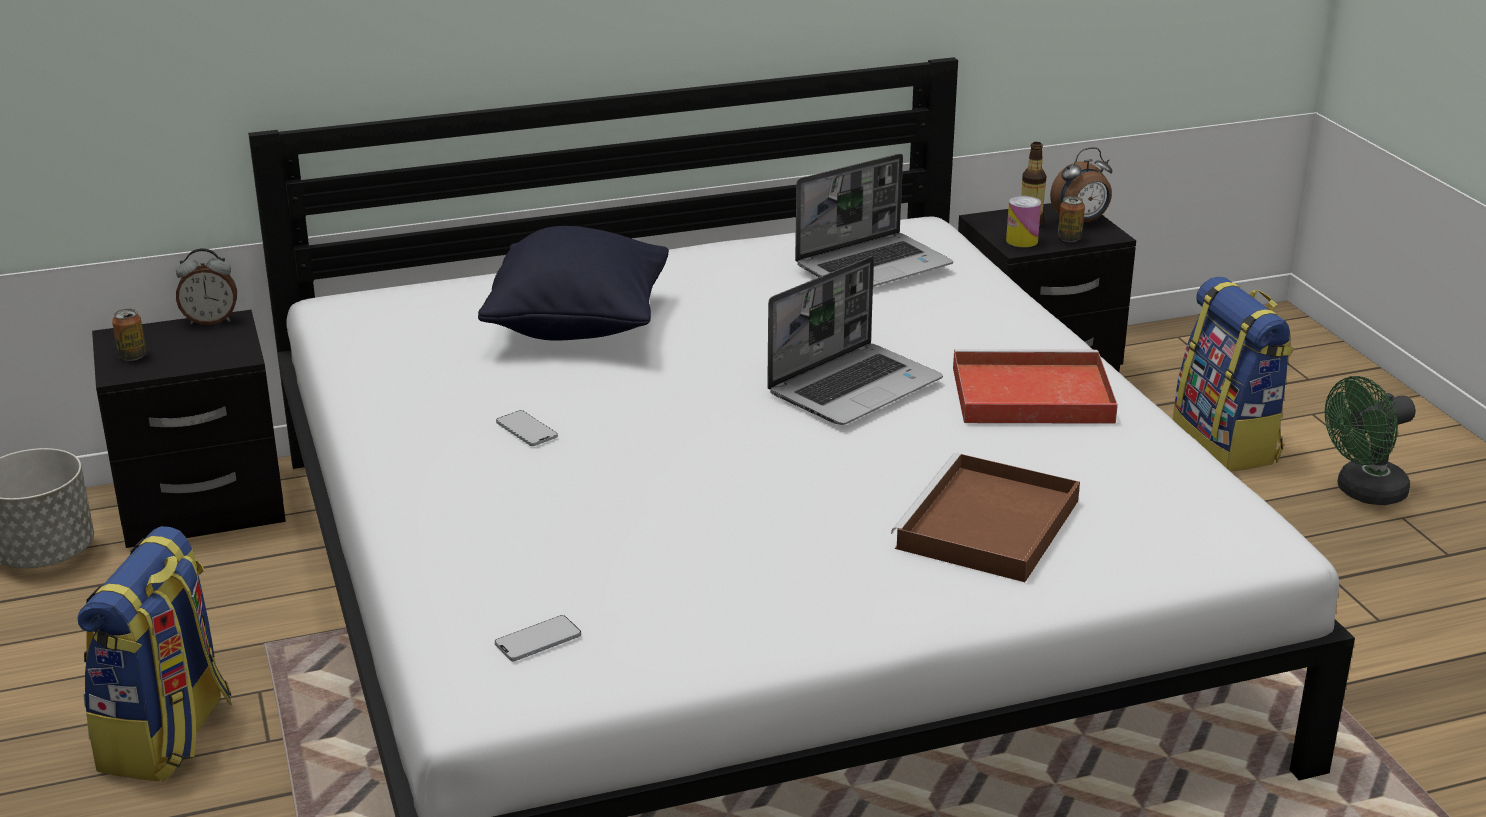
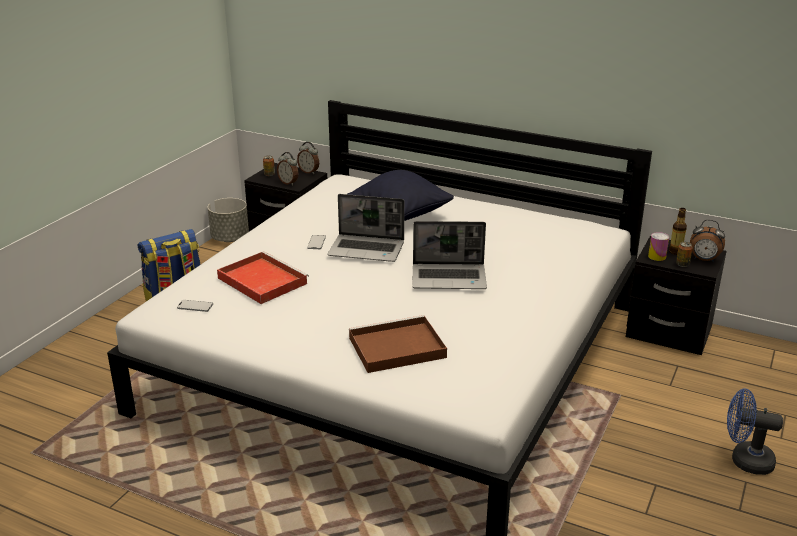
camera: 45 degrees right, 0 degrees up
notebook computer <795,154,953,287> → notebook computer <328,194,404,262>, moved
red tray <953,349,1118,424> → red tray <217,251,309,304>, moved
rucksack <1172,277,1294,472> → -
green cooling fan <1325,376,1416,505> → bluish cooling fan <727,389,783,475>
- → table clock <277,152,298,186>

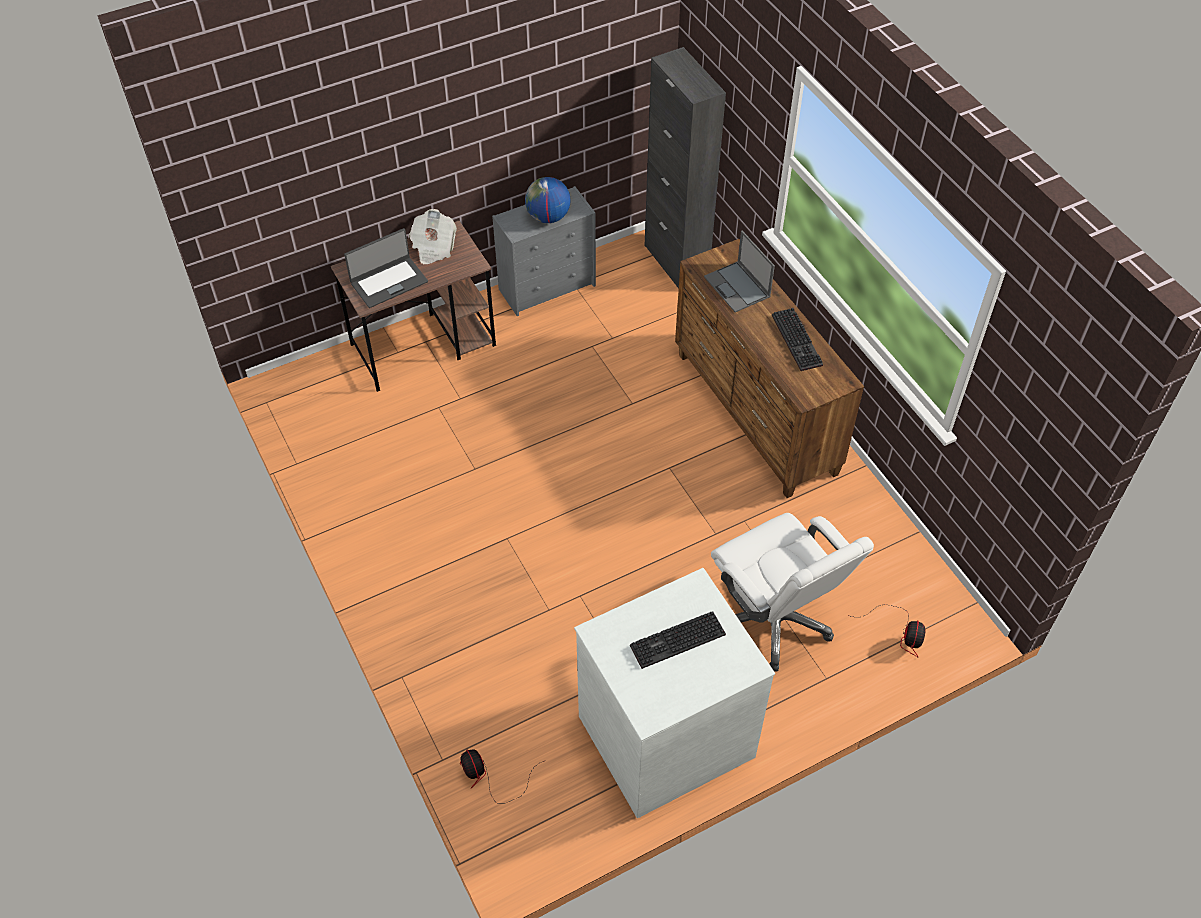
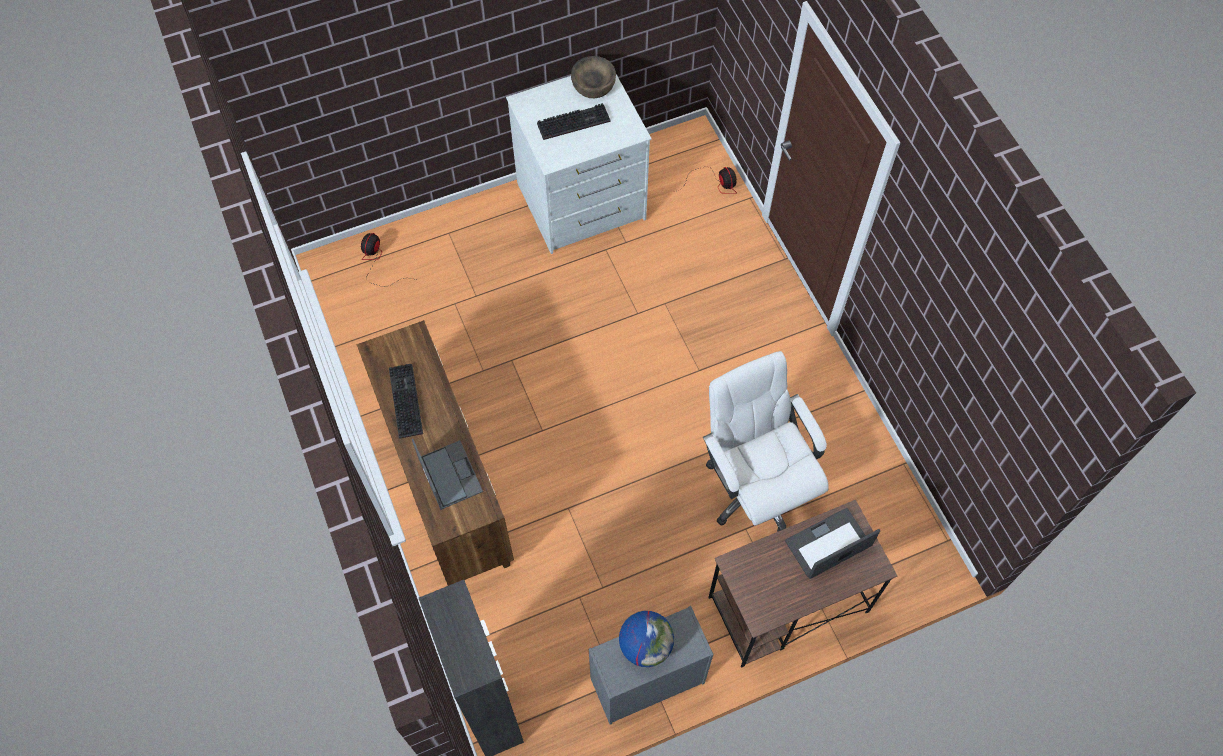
camera: 175 degrees left, 10 degrees up
daily paper <409,209,457,264> → -
whitish desk chair <711,513,874,672> → whitish desk chair <703,351,829,532>, moved
- → brownish deep dish <571,56,616,98>

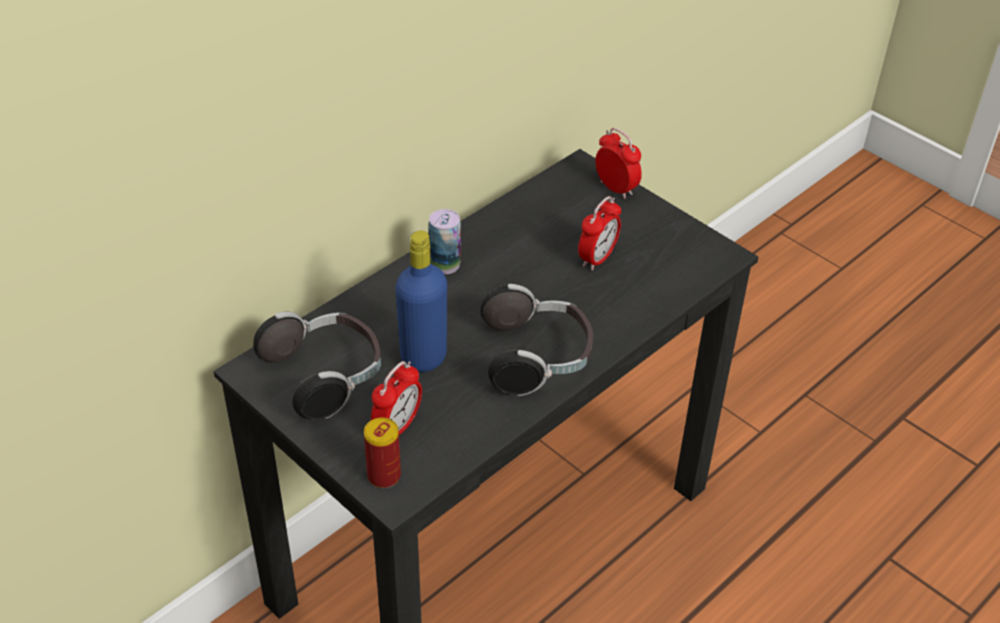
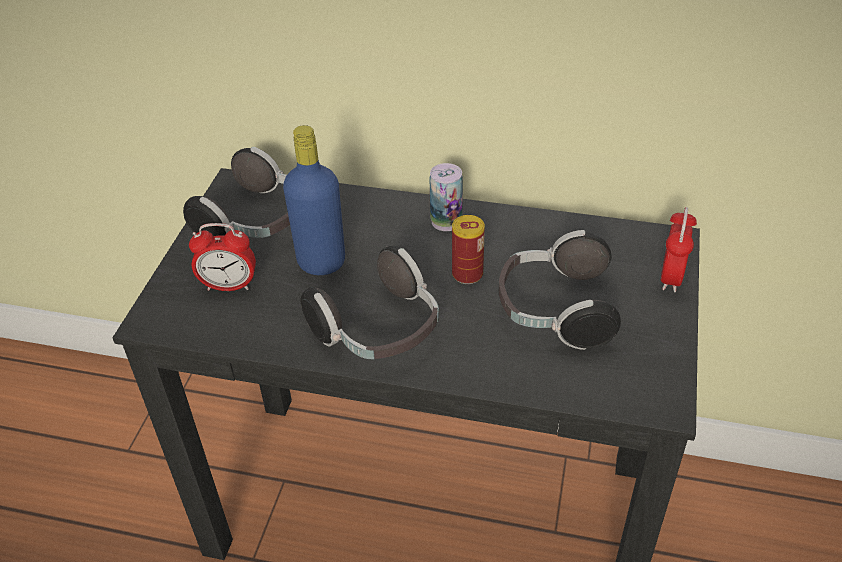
camera: 60 degrees right, 0 degrees up
can <364,418,401,488> → can <452,215,485,284>, moved
table clock <578,196,621,271> → pair of headphones <499,230,621,350>

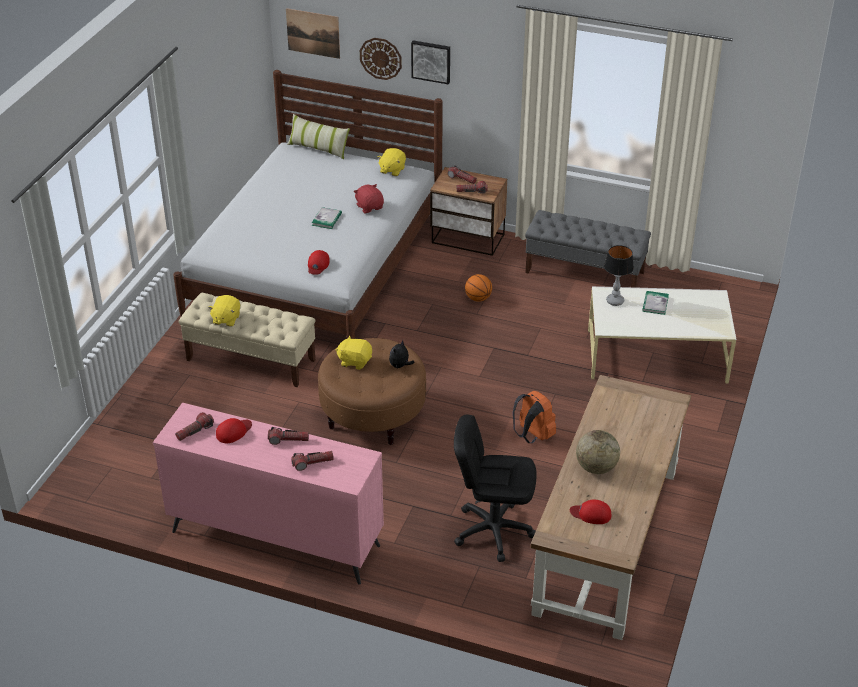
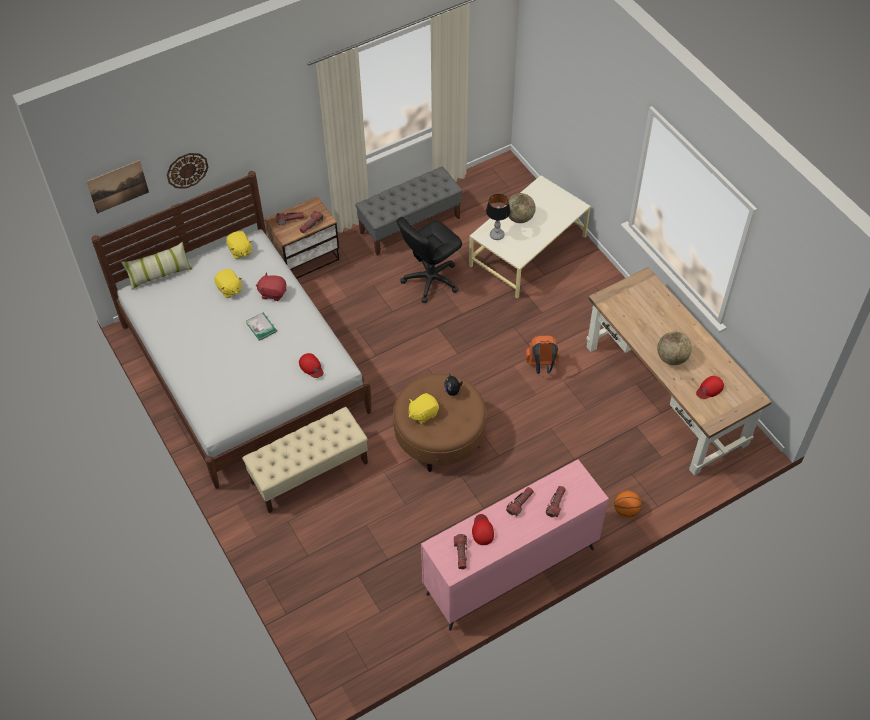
camera: 50 degrees left, 15 degrees up
yellow-coloured soft toy <208,295,240,326> → yellow-coloured soft toy <214,269,242,298>, moved
wall art <411,40,450,84> → -
black desk chair <454,414,537,562> → black desk chair <396,217,462,303>, moved
ball for basketball <465,274,492,302> → ball for basketball <614,490,641,518>, moved
volume <642,291,669,315> → world globe <508,193,536,223>

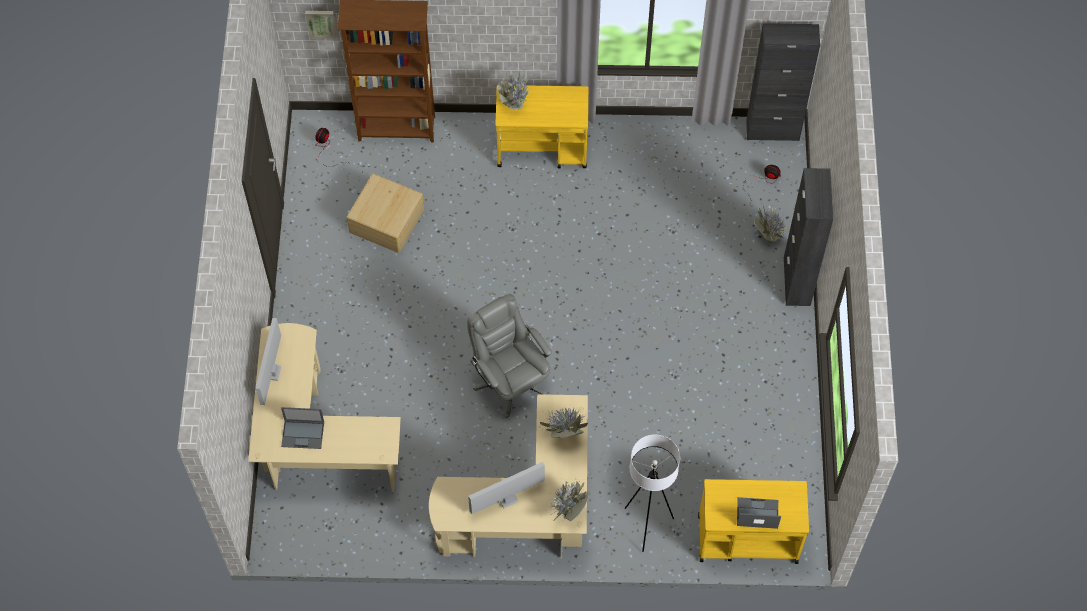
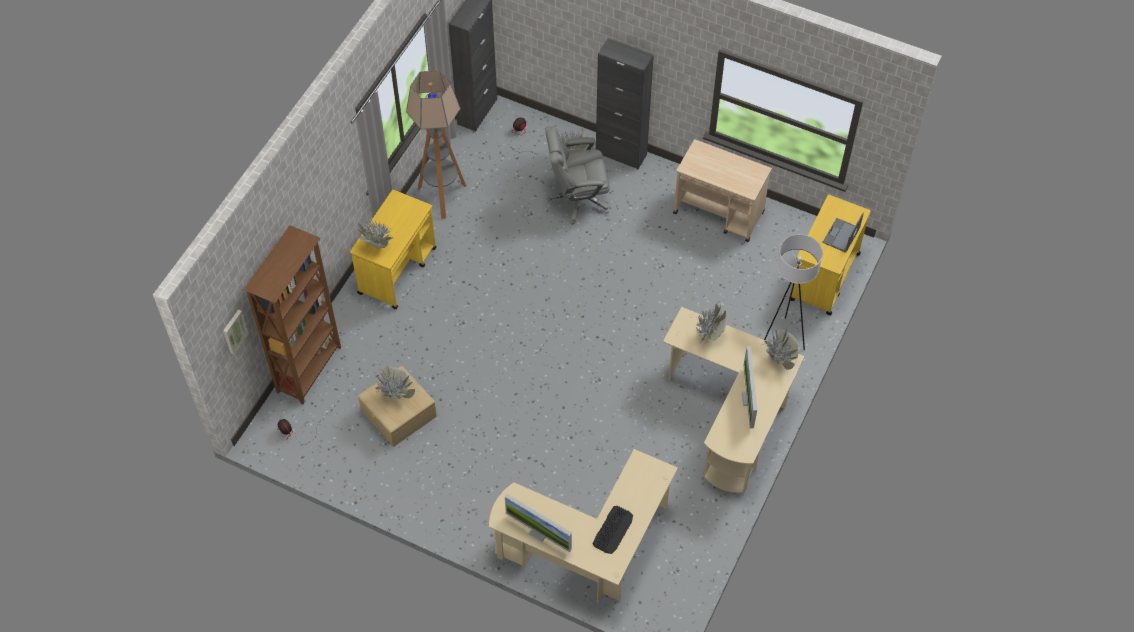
camera: 65 degrees left, 5 degrees down
notebook computer <281,407,324,449> → PC keyboard <592,506,633,554>
grey desk chair <467,293,552,418> → grey desk chair <545,127,610,225>, moved
- → plant in a pot <375,366,415,421>
- → standing lamp <406,70,466,219>
- → sand-coloured cart <673,139,772,242>

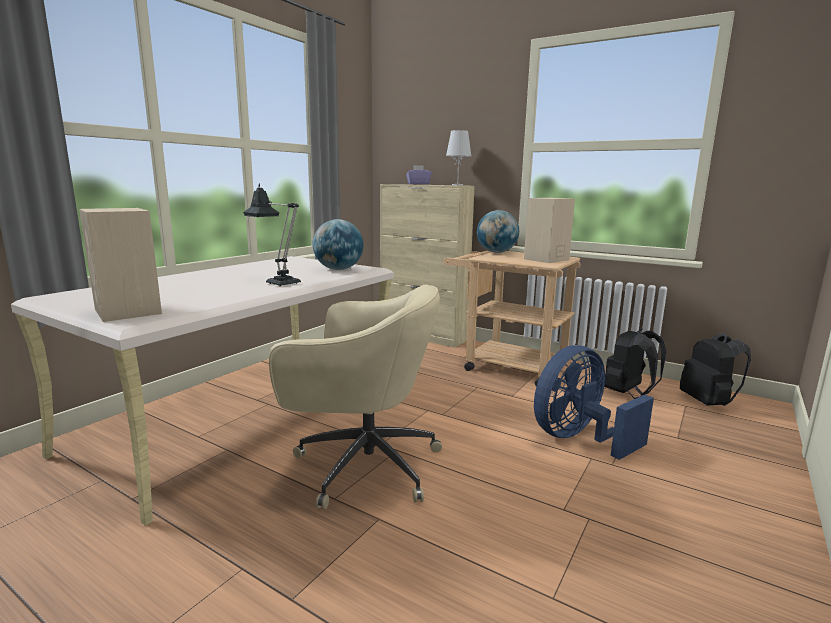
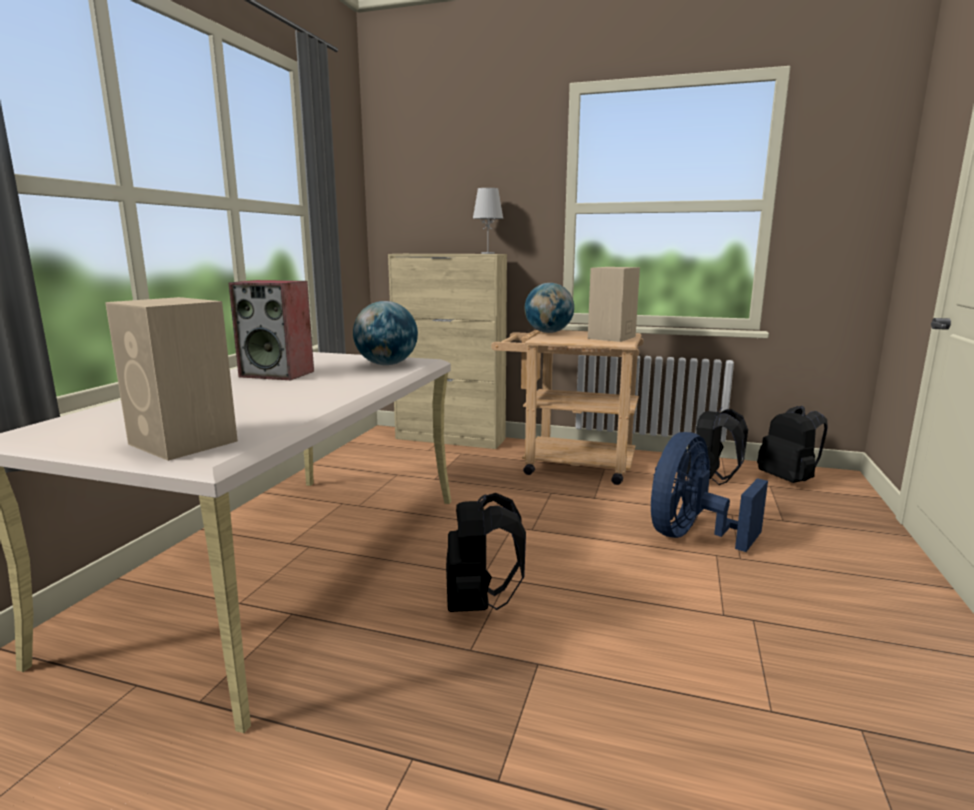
camera: 15 degrees left, 0 degrees up
table lamp <243,184,301,286> → -
sand-coloured desk chair <269,285,442,509> → black rucksack <446,493,526,612>
purplish tissue holder <406,165,432,185> → -
- → audio speaker <228,280,314,380>

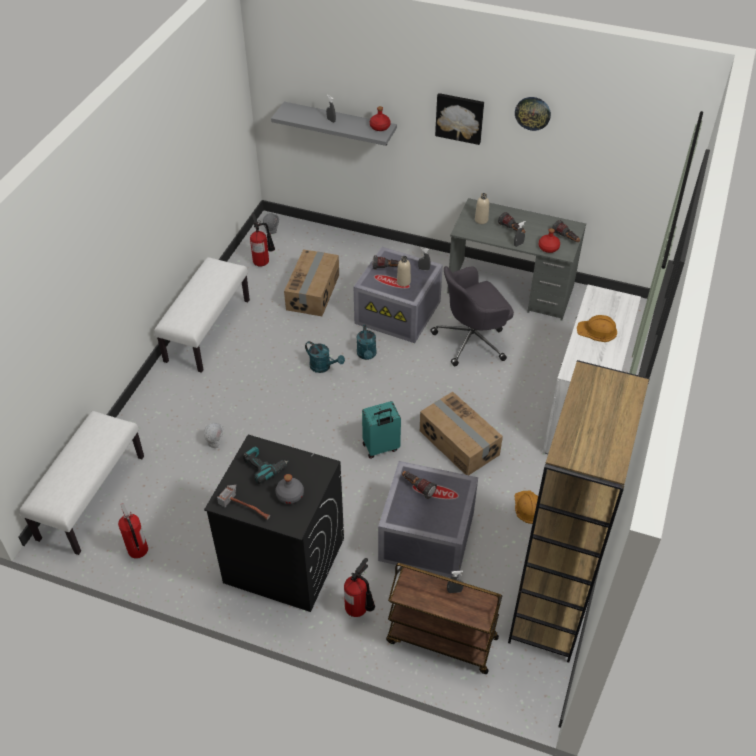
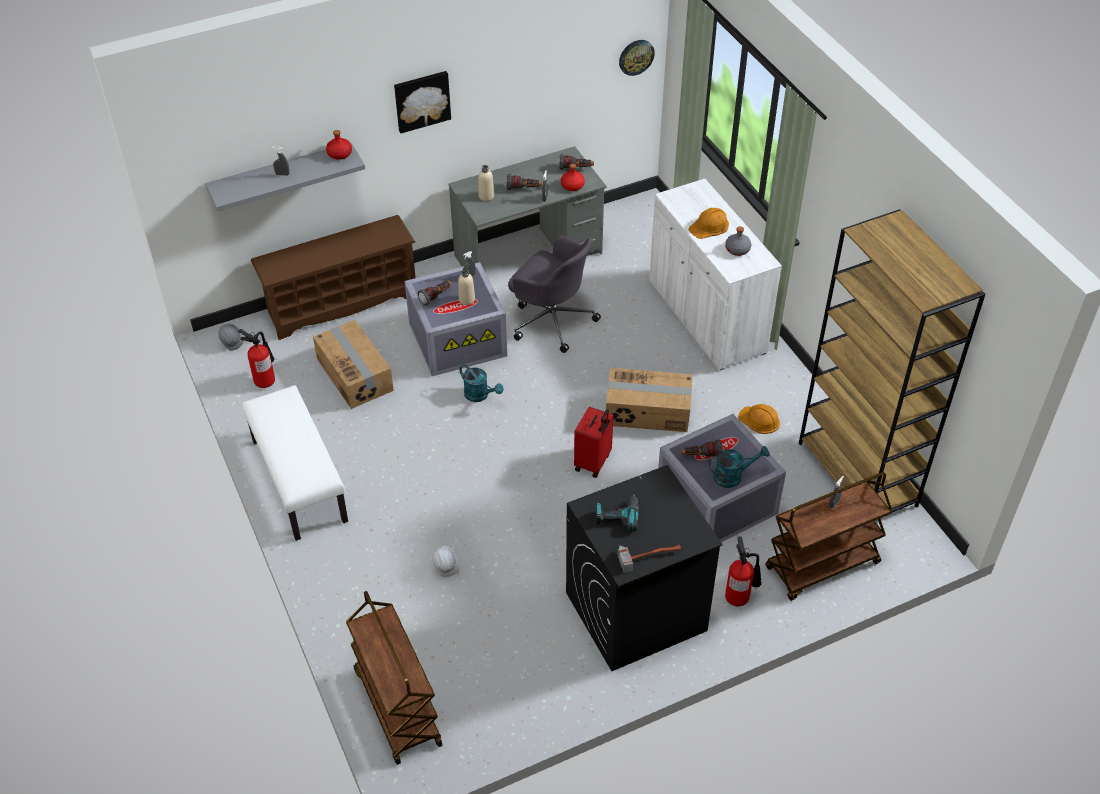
camera: 45 degrees left, 0 degrees up
whitish indoor bench <19,411,144,555> → brownish cart <346,591,442,765>
extinguisher <118,503,148,559> → -
grey drink bottle <275,474,304,504> → grey drink bottle <725,227,751,256>, moved
blue-green sprinkling can <305,341,345,373> → blue-green sprinkling can <709,446,770,488>, moved
blue-green travel case <362,401,401,459> → red travel case <574,407,613,478>
grey desk chair <430,266,514,366> → grey desk chair <508,235,601,353>, 75 degrees counterclockwise
wall clock <515,97,551,131> → wall clock <619,40,655,76>, moved
- → brownish shoe shelf <251,215,416,340>

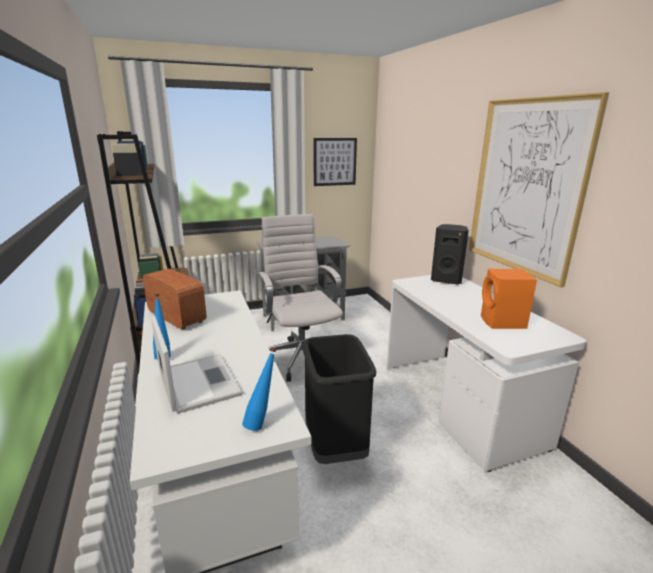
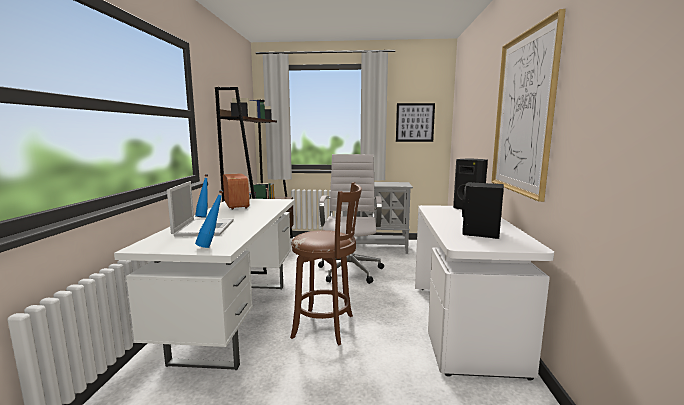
camera: 25 degrees right, 10 degrees down
black trash can <302,334,376,464> → brownish stool <290,182,362,345>
orange audio speaker <481,269,537,329> → black audio speaker <462,182,504,239>

